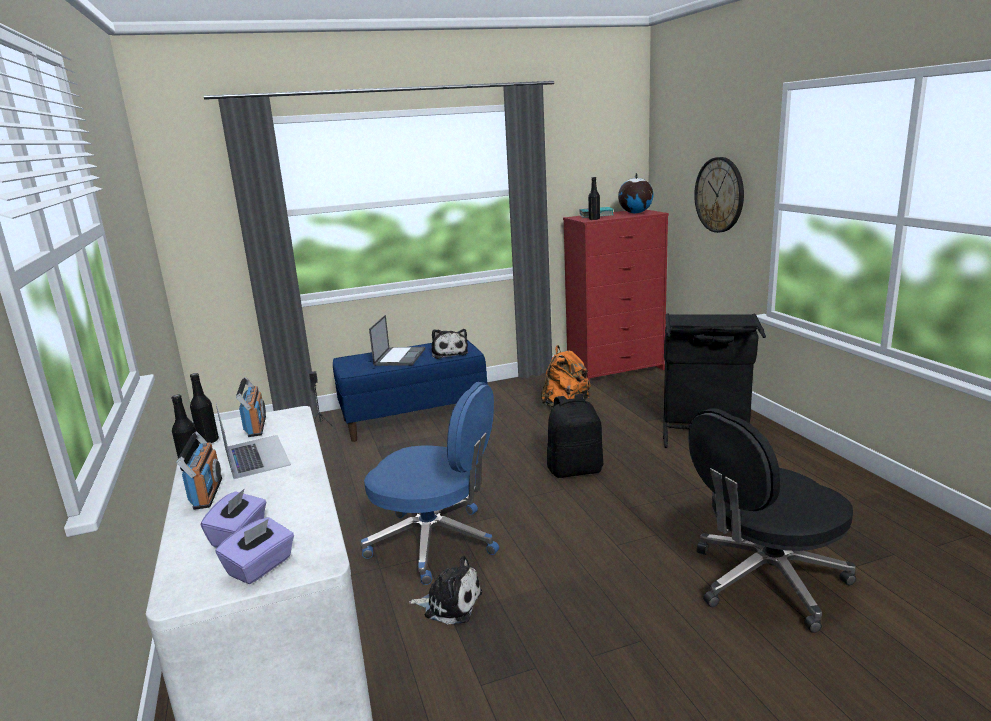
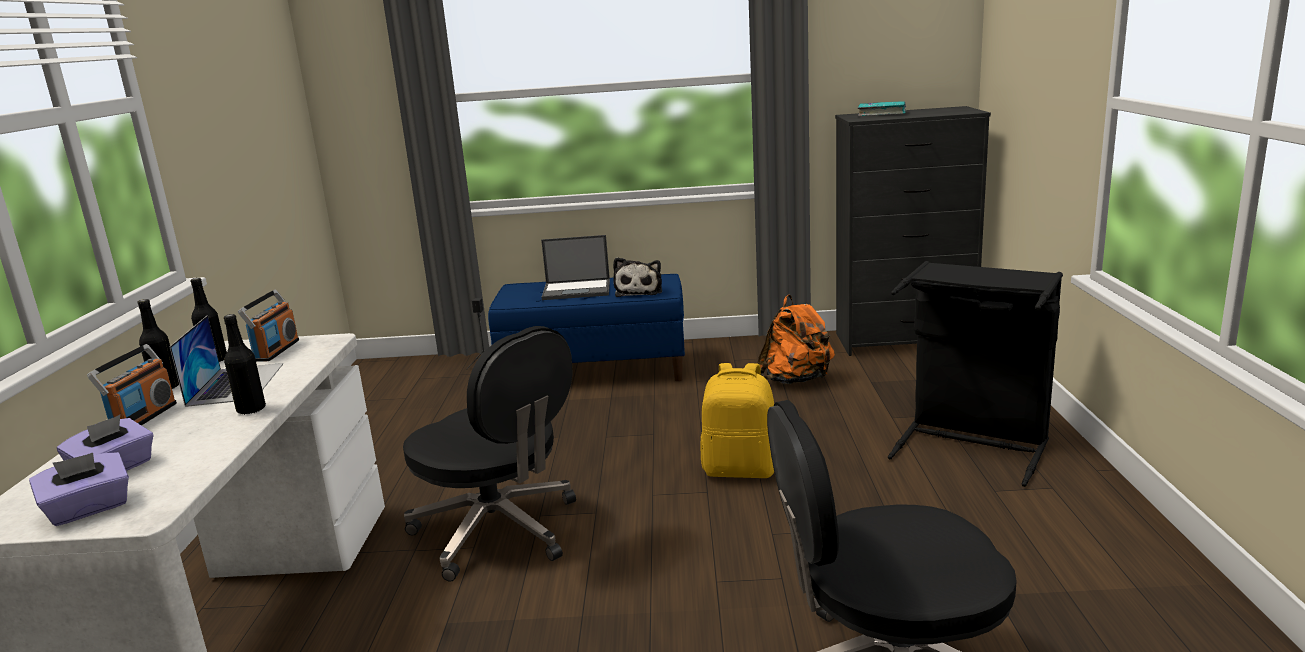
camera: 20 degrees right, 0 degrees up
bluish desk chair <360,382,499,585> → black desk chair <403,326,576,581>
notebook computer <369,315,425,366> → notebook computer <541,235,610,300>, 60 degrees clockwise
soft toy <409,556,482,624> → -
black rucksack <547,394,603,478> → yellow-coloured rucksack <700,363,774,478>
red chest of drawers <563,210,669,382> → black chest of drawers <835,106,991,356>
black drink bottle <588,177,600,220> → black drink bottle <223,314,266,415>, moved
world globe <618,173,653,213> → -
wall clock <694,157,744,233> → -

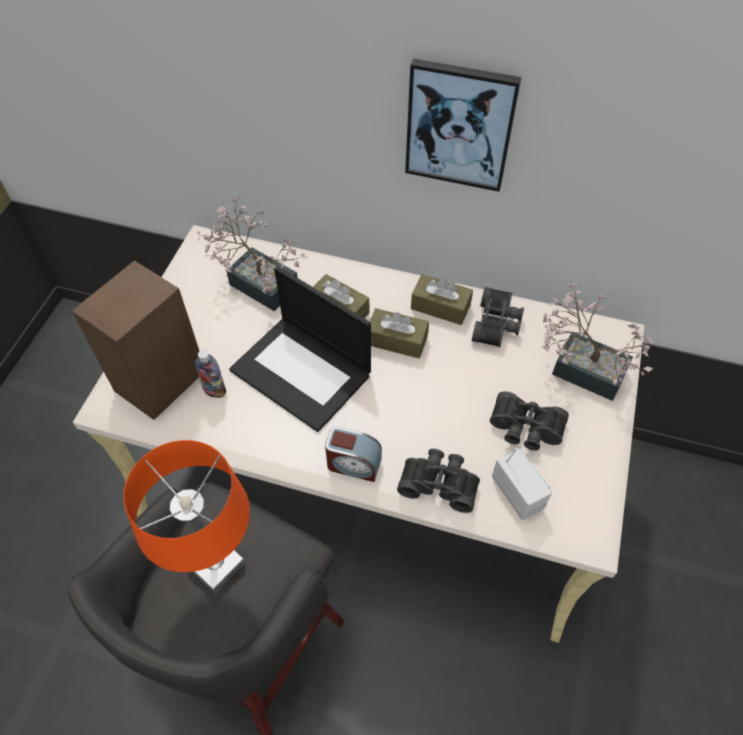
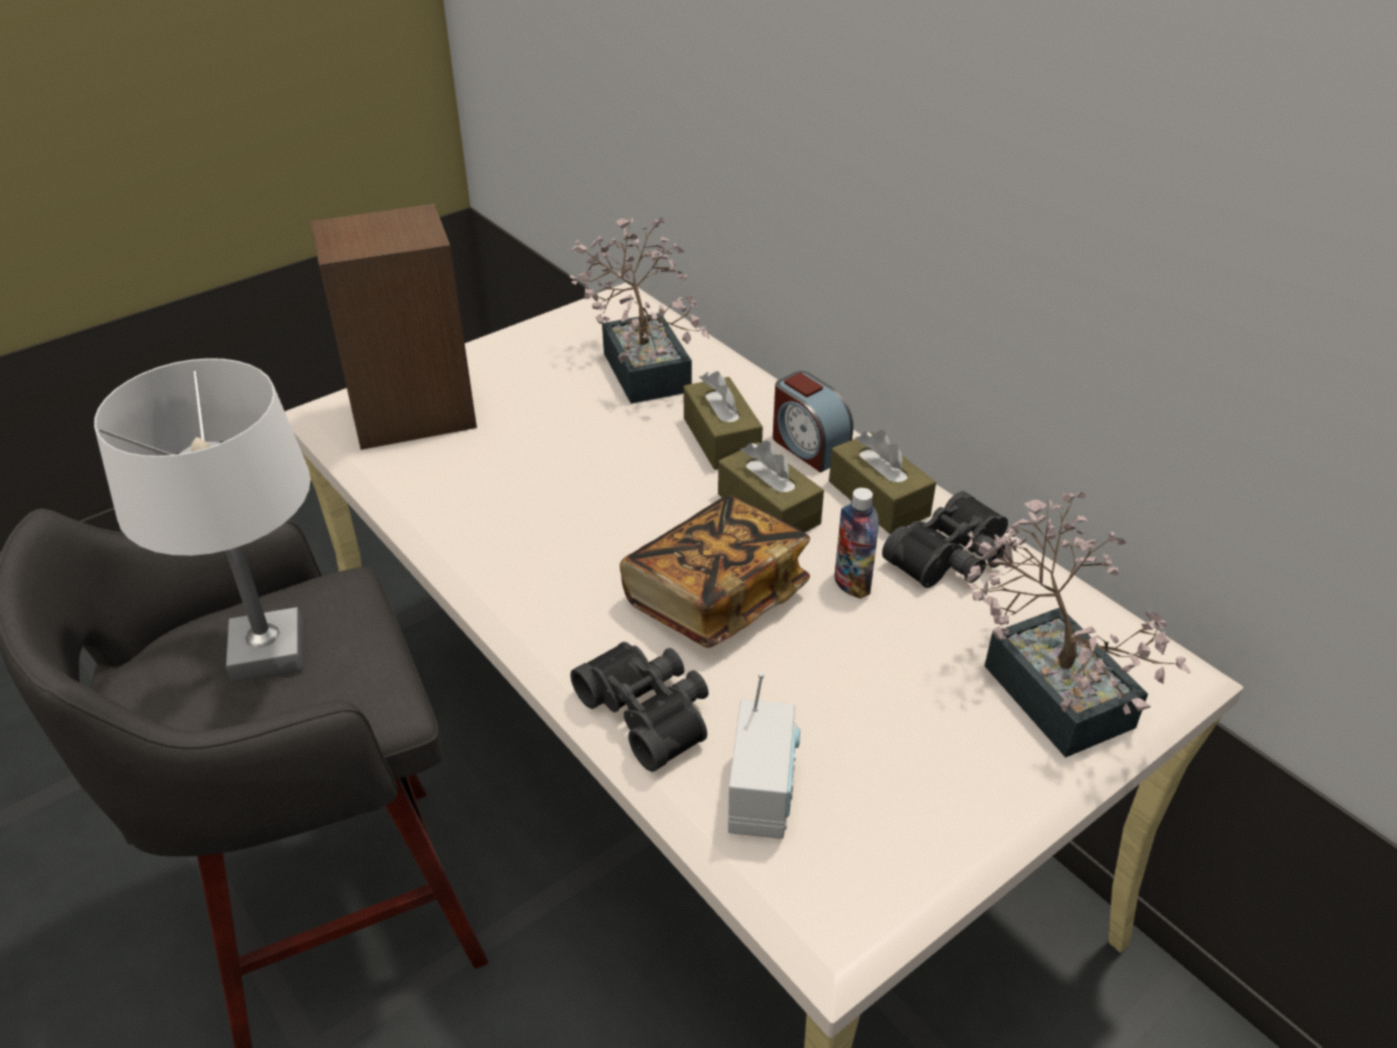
camera: 35 degrees right, 15 degrees down
orange table lamp <123,440,250,594> → whitish table lamp <94,358,311,683>
drink bottle <194,350,227,398> → drink bottle <834,488,879,599>, moved
notebook computer <229,266,371,432> → -
table clock <325,426,382,482> → table clock <773,371,853,472>, moved
wall art <405,59,521,192> → -
black field glasses <490,391,569,451> → -
- → volume <620,495,810,648>

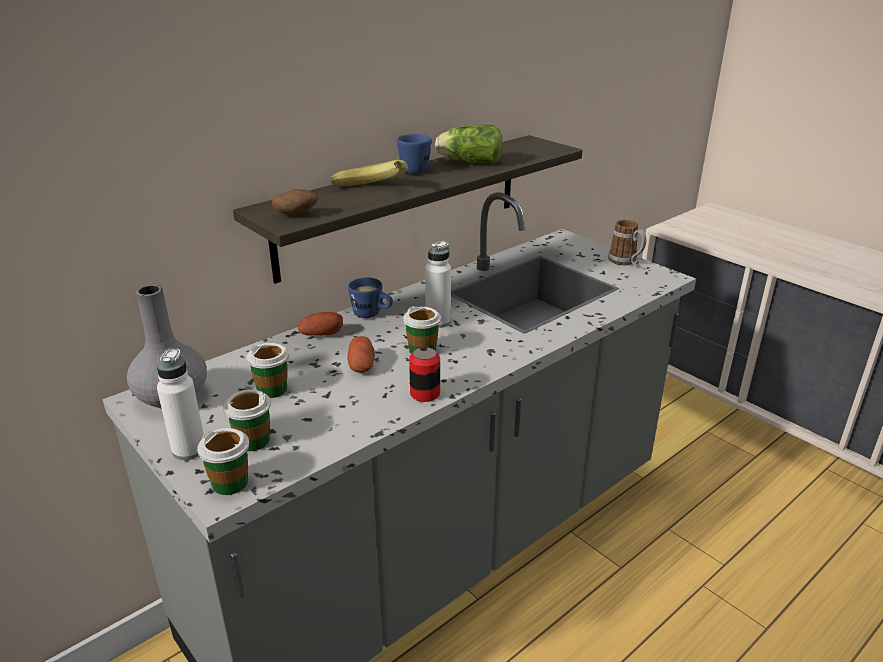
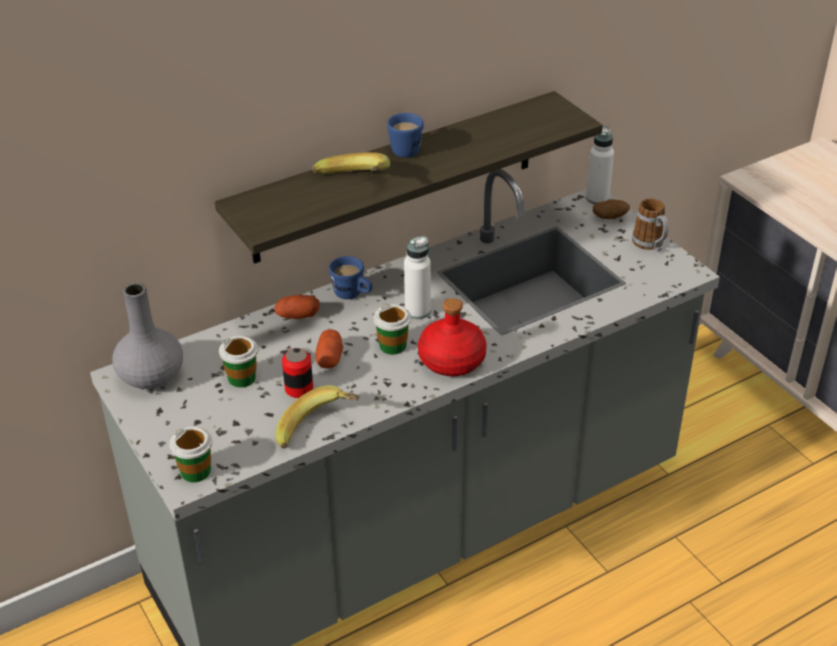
camera: 10 degrees right, 10 degrees up
whitish drink bottle <157,348,204,460> → whitish drink bottle <586,126,614,204>, moved
cup <223,389,271,451> → -
potato <272,189,318,215> → potato <593,199,630,219>, moved
can <409,347,440,402> → can <282,348,313,398>, moved
lettuce <435,125,503,164> → -
- → banana <275,385,360,449>
- → red drink bottle <418,298,487,376>

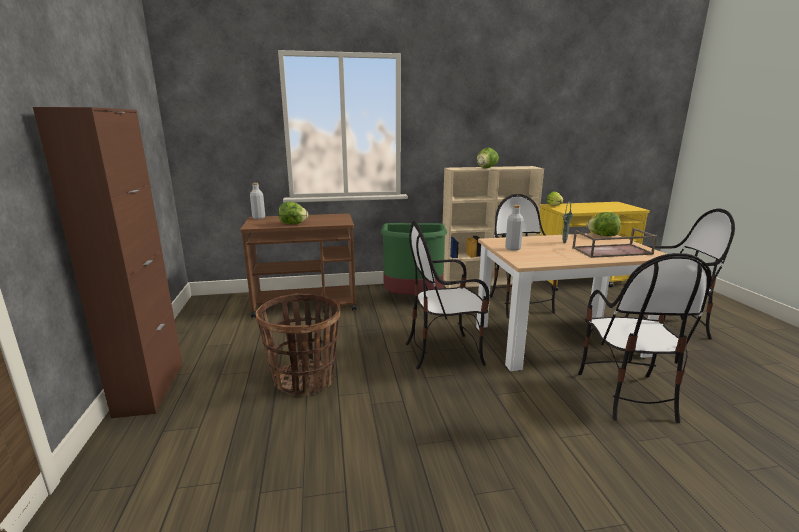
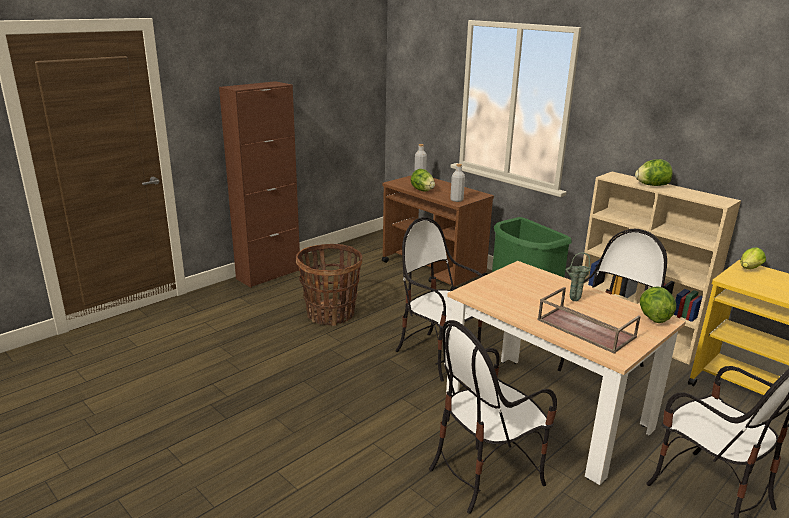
camera: 55 degrees right, 5 degrees up
grey drink bottle <505,205,524,251> → grey drink bottle <450,164,465,202>, moved

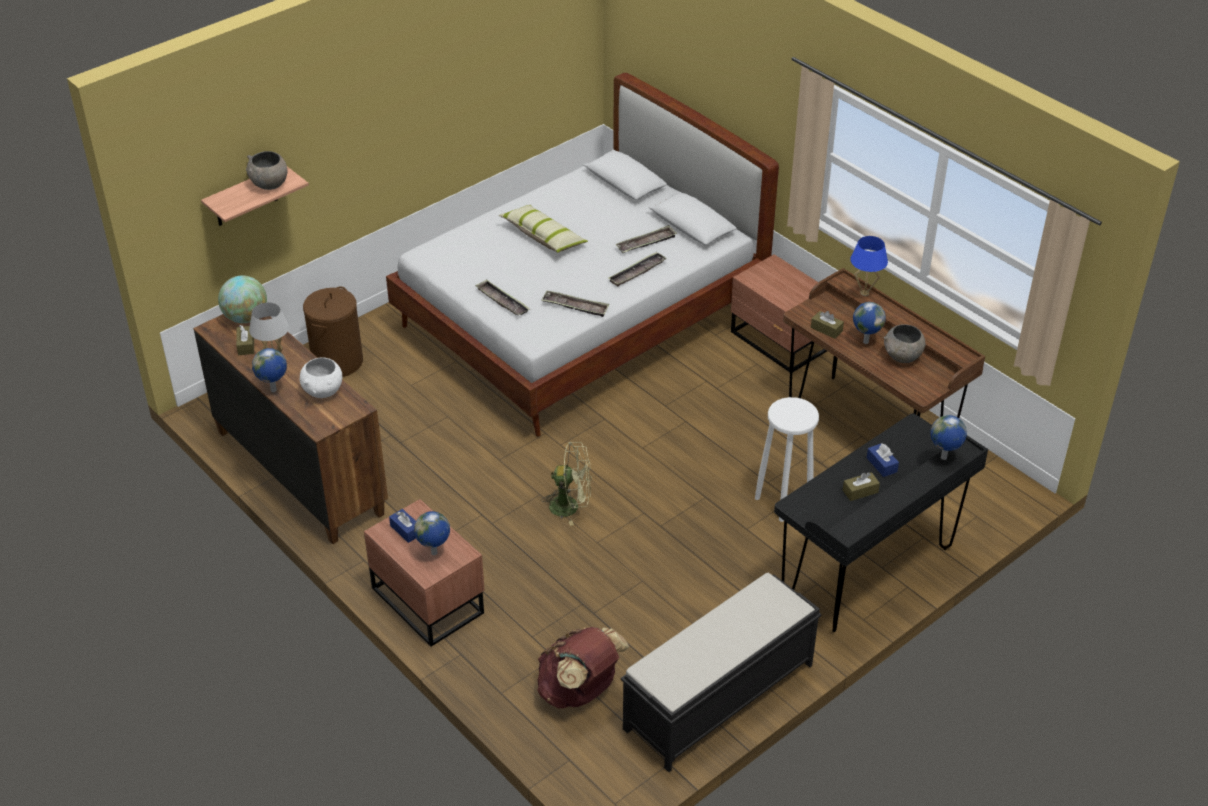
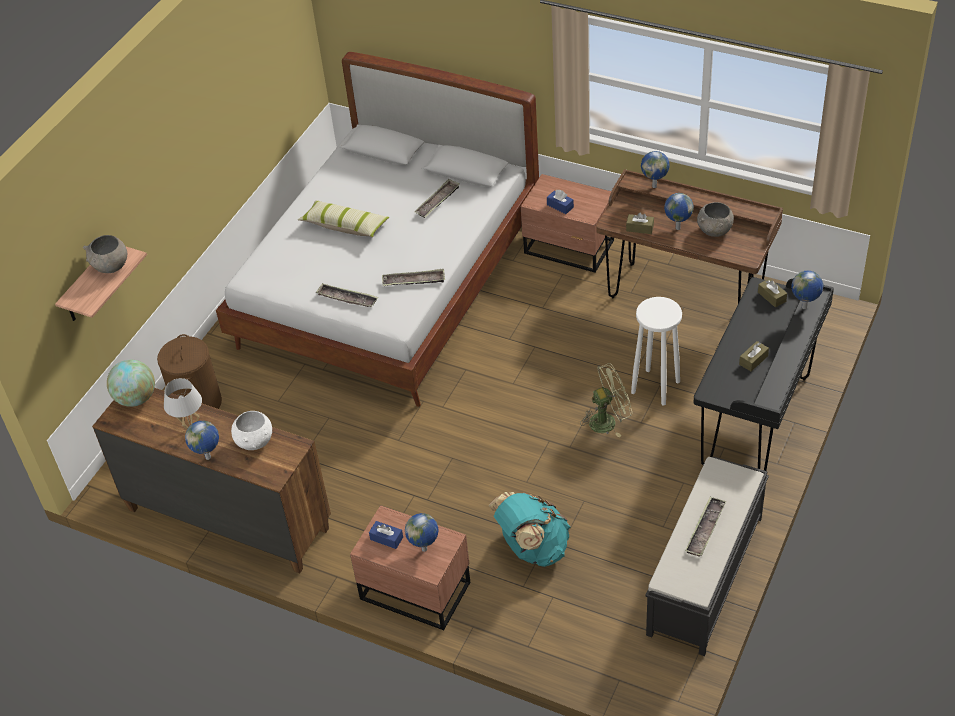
camera: 20 degrees left, 5 degrees up
brownish tissue holder <236,325,254,355> → brownish tissue holder <758,278,787,307>, moved
brownish rucksack <537,627,629,708> → -
green cooling fan <541,442,592,526> → green cooling fan <580,363,632,437>, moved
tray <608,252,667,287> → tray <685,497,726,557>, moved
bluish table lamp <850,236,888,296> → world globe <641,151,670,188>
bluish tissue holder <867,443,899,477> → bluish tissue holder <547,190,574,214>, moved
- → blue-green rucksack <488,492,570,567>

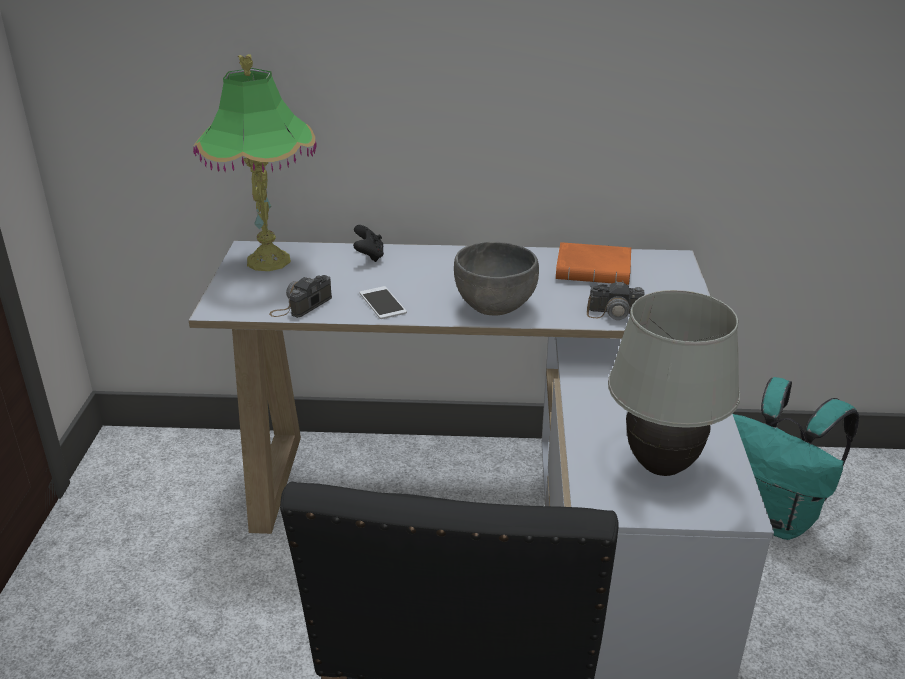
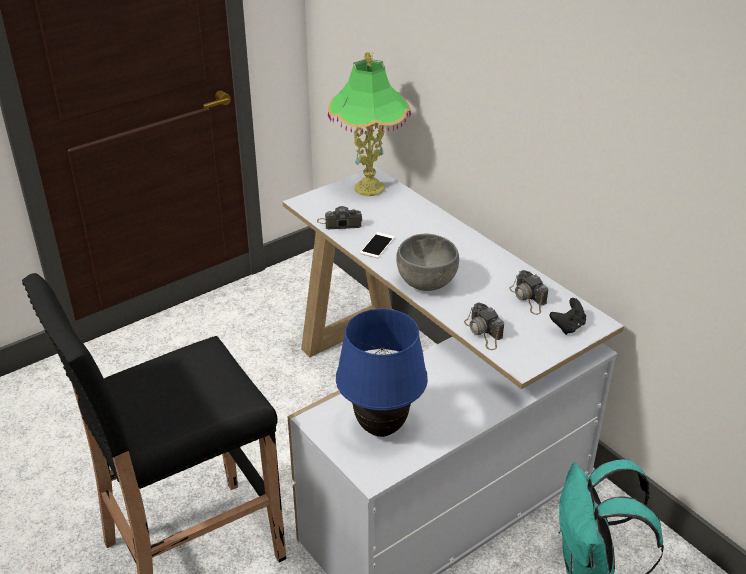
camera: 50 degrees right, 5 degrees up
black game controller <353,225,384,262> → black game controller <550,298,586,335>, moved
orange volume <556,242,631,285> → still camera <509,270,548,315>
whitish table lamp <608,290,740,476> → bluish table lamp <336,309,428,437>

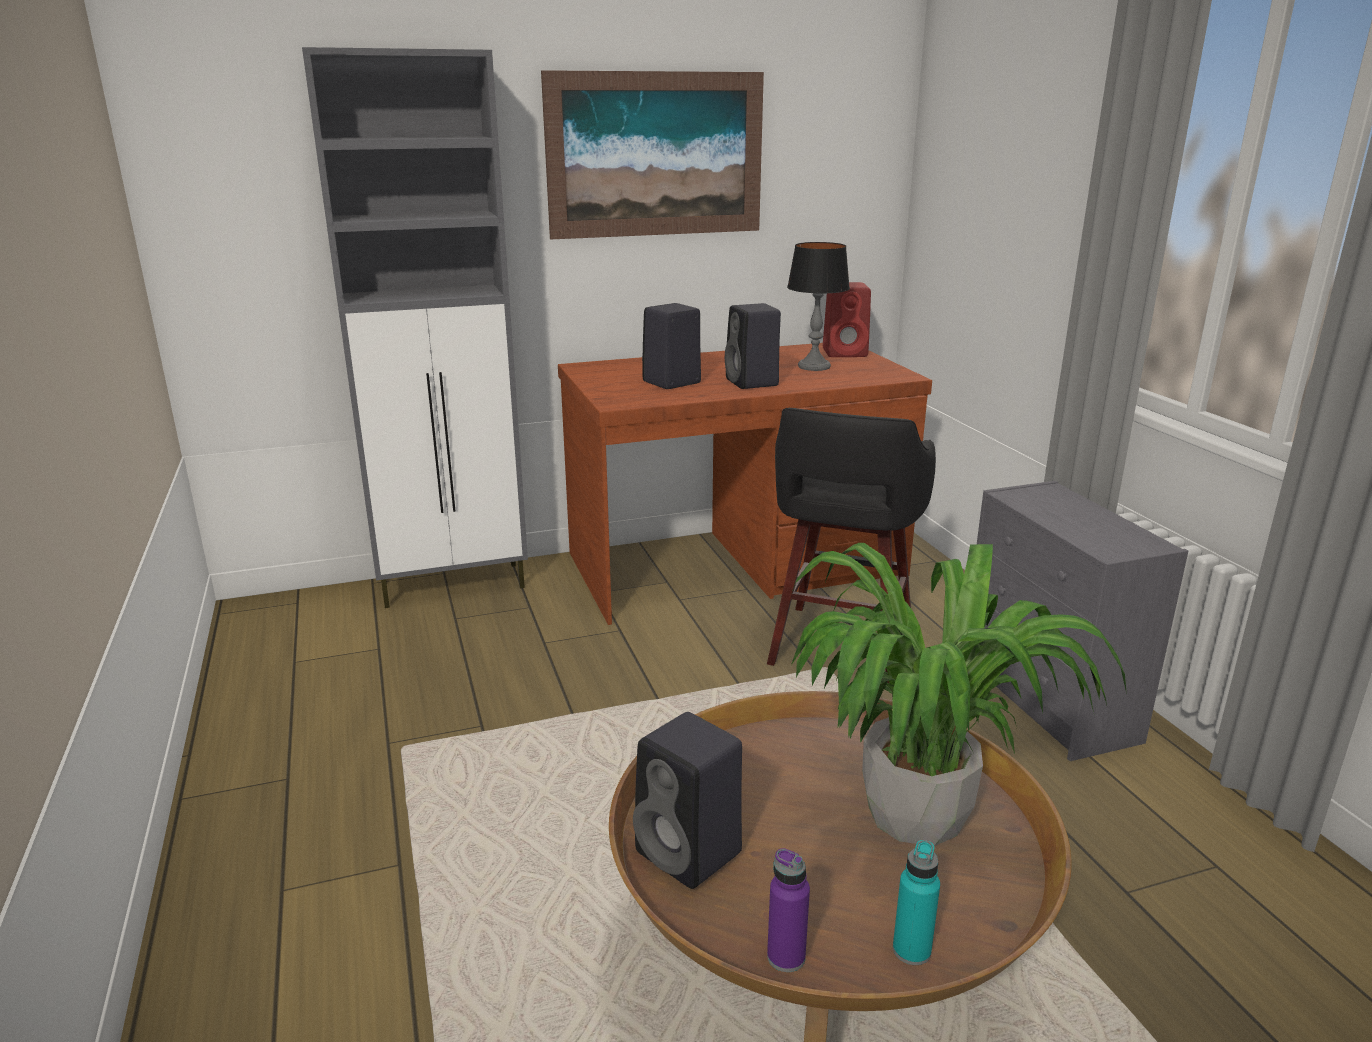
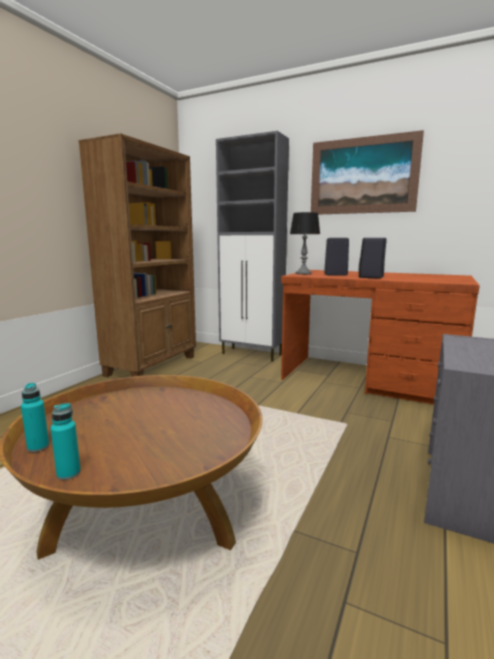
camera: 45 degrees right, 10 degrees down
black audio speaker <633,712,742,889> → -
black stool <767,408,936,683> → -
purplish drink bottle <767,848,810,972> → blue-green drink bottle <21,383,49,452>
table lamp <787,242,850,371> → table lamp <290,212,320,274>, moved
plant in a pot <791,543,1127,846> → -
red audio speaker <823,282,871,357> → -
- → brownish bookcase <78,133,196,377>

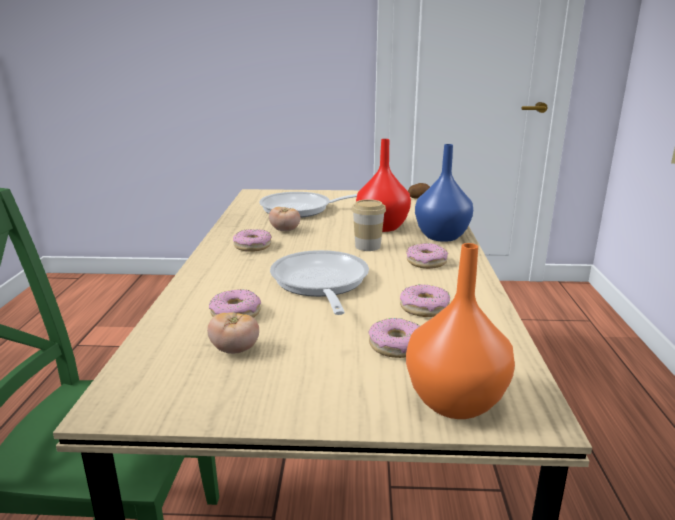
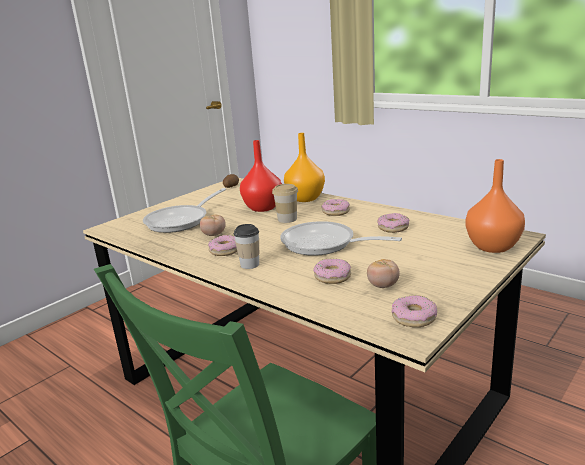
camera: 50 degrees left, 0 degrees up
donut <368,318,420,358> → donut <392,295,437,327>, moved
bluish decorative vase <415,144,473,242> → orange decorative vase <284,133,325,202>
- → cup <234,224,259,269>

